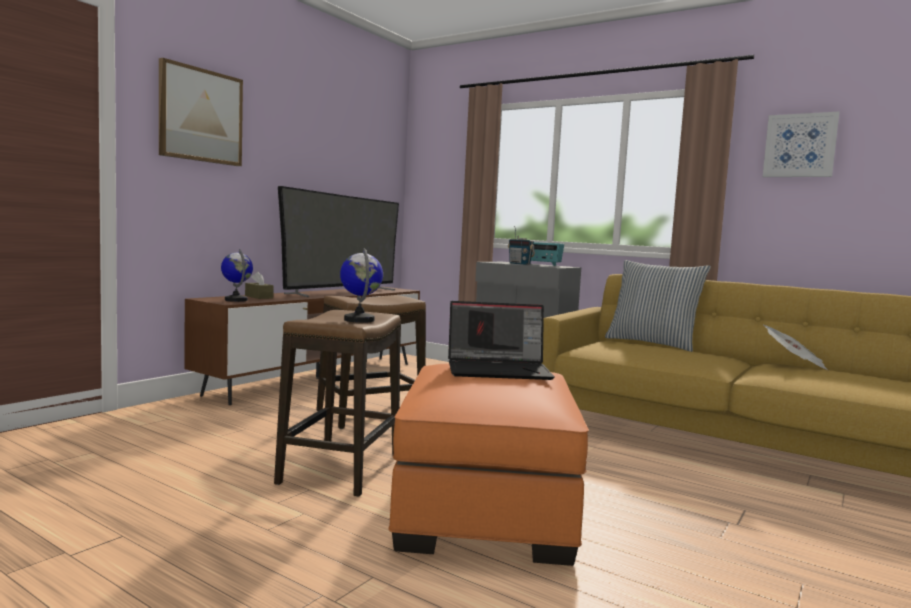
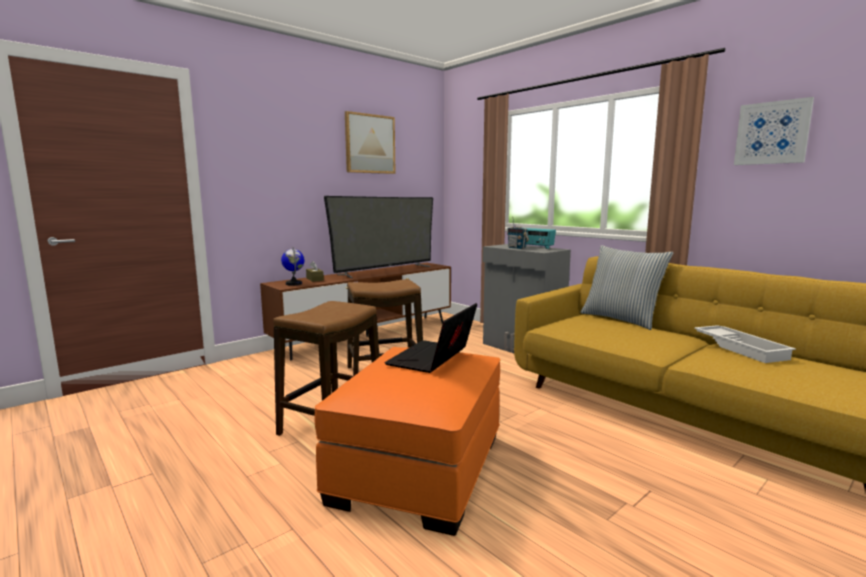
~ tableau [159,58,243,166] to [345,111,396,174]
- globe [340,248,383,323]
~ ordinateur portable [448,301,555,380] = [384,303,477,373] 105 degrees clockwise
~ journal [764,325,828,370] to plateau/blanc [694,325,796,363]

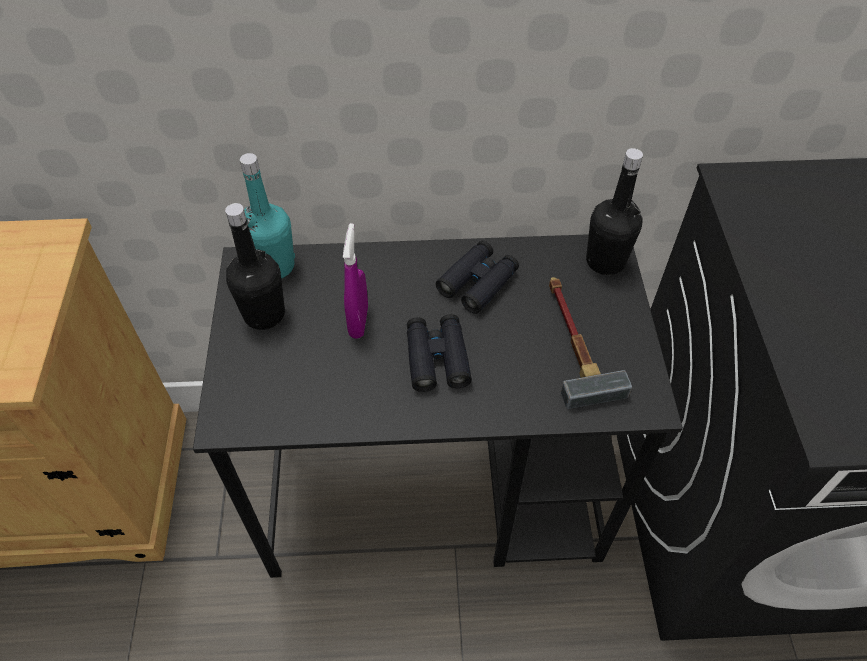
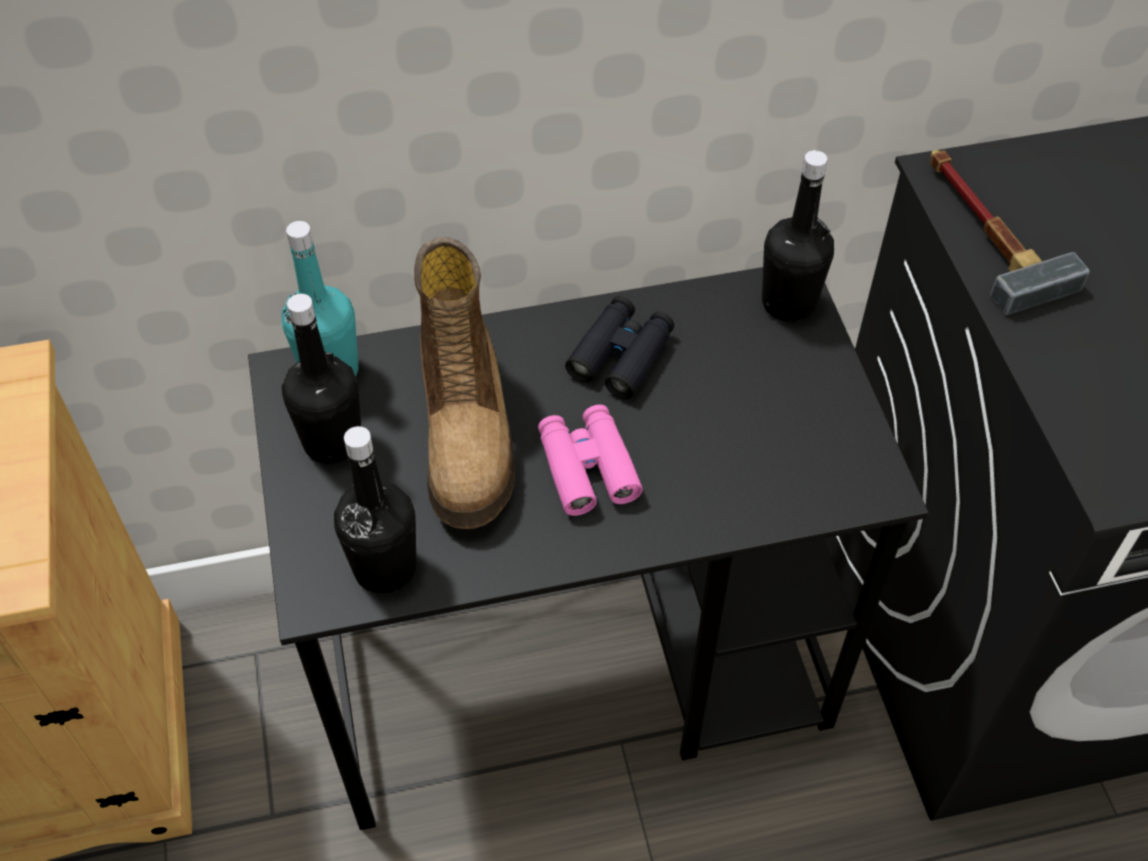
~ vaporisateur/violet [343,223,368,339] to botte [414,237,515,529]
~ jumelles/noir [407,314,472,392] to jumelles/rose [538,405,643,516]
~ marteau [549,277,632,409] to [930,150,1090,315]
+ bouteille/noir [334,426,416,594]

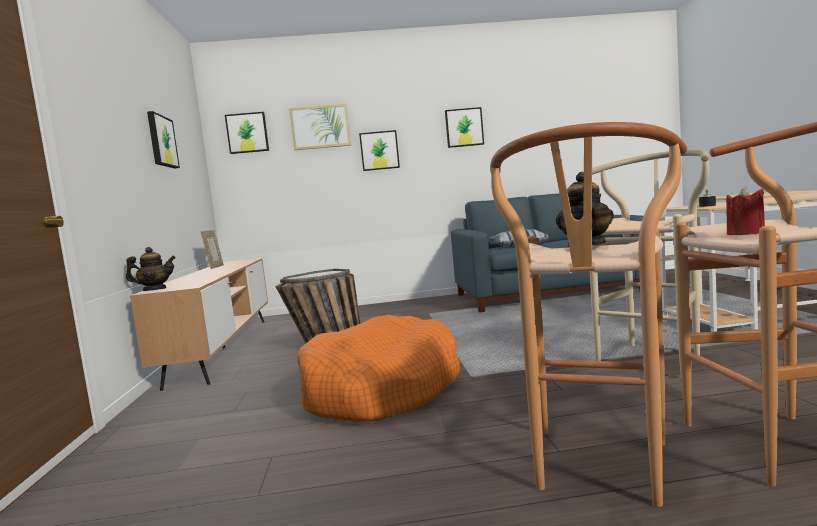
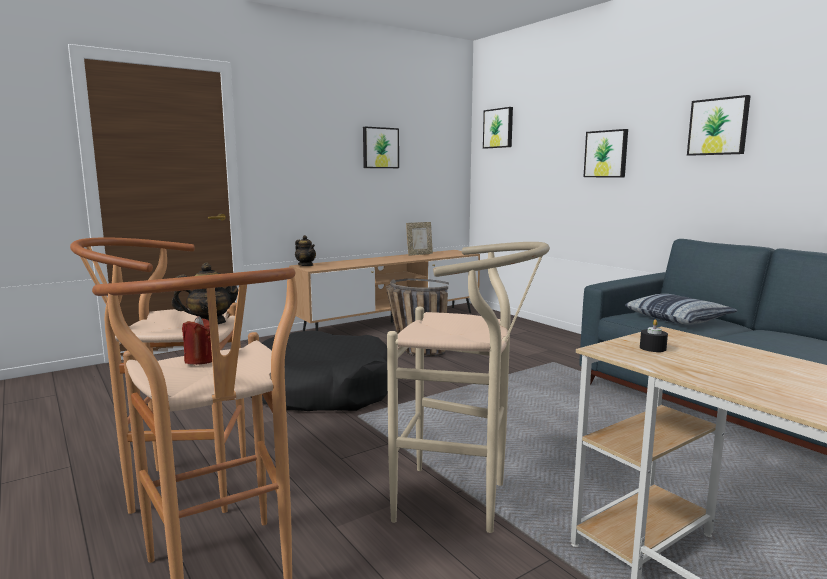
- tableau [289,104,351,150]
~ panier pour chien/orange [297,315,460,422] to panier pour chien/noir [251,330,388,411]

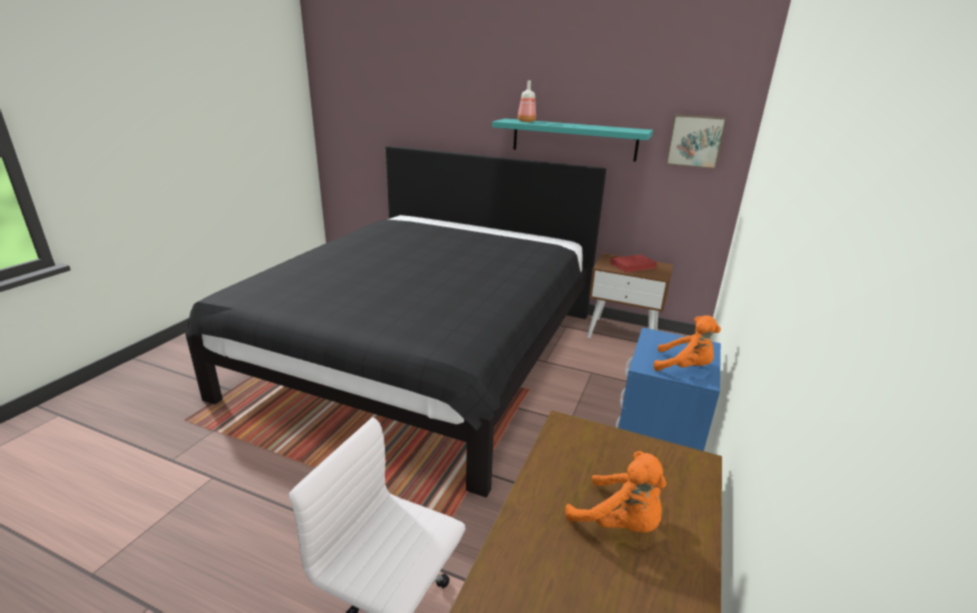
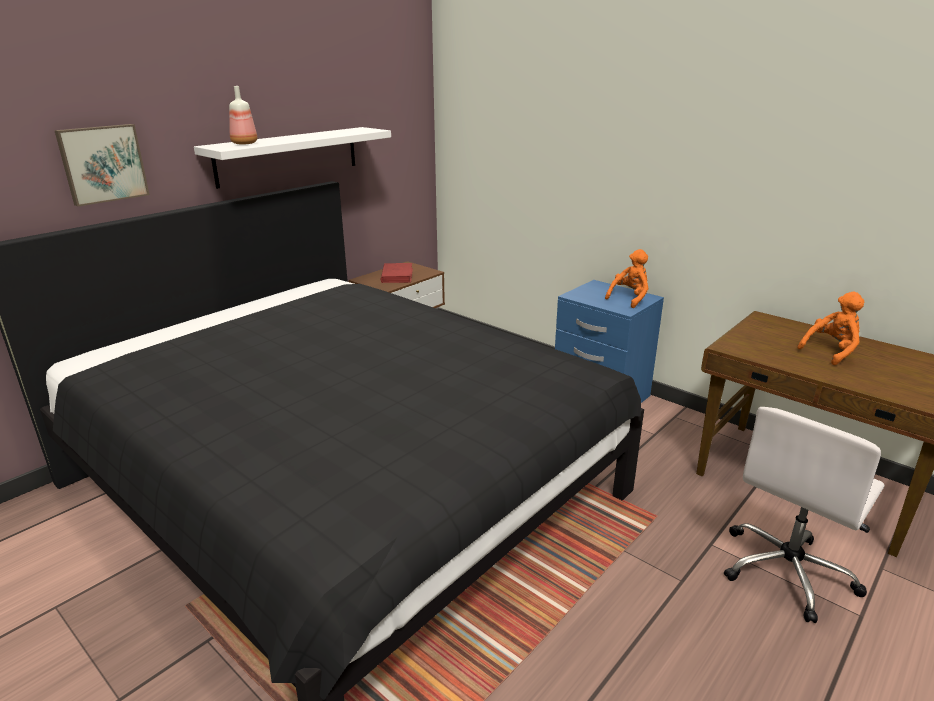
~ étagère/turquoise [492,118,653,162] to étagère/blanc [194,127,391,189]
~ tableau [666,115,727,169] to [54,124,150,207]

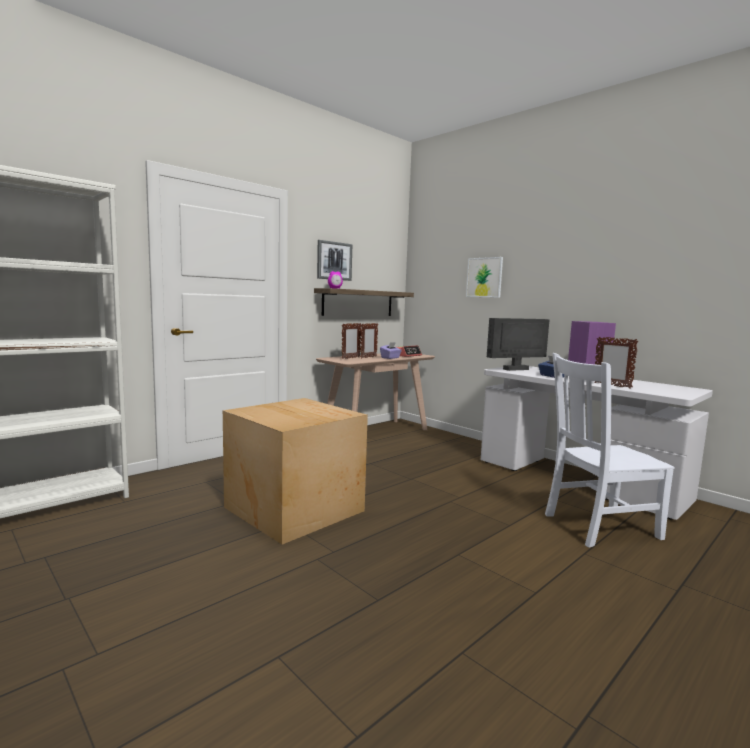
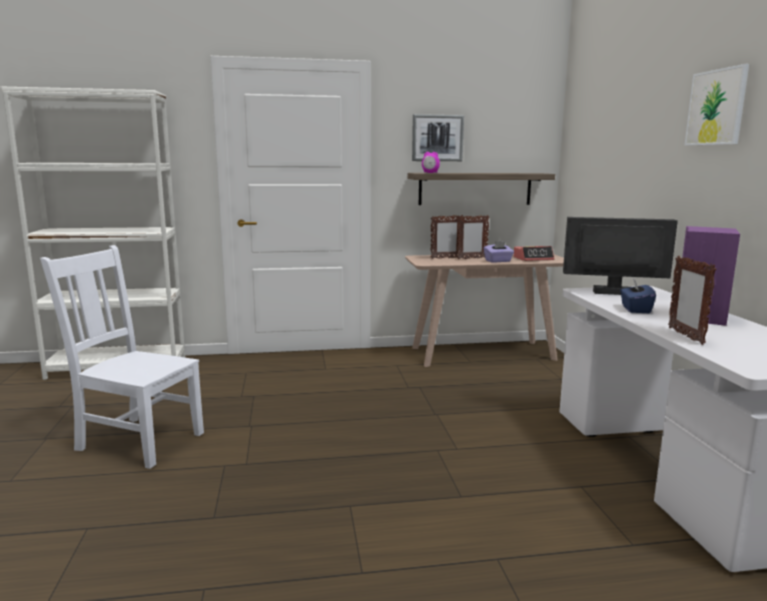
- carton [223,398,368,545]
~ tableau [466,257,503,298] to [685,64,749,146]
~ chaise/blanc [545,353,675,548] to [40,245,204,469]

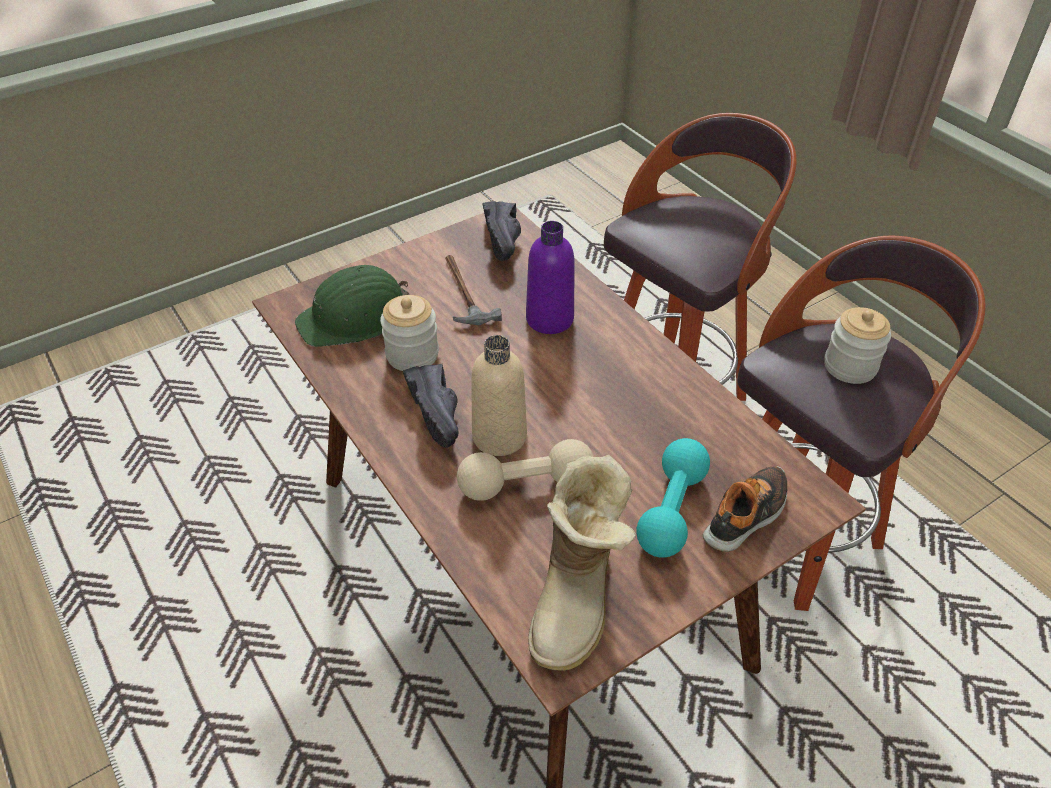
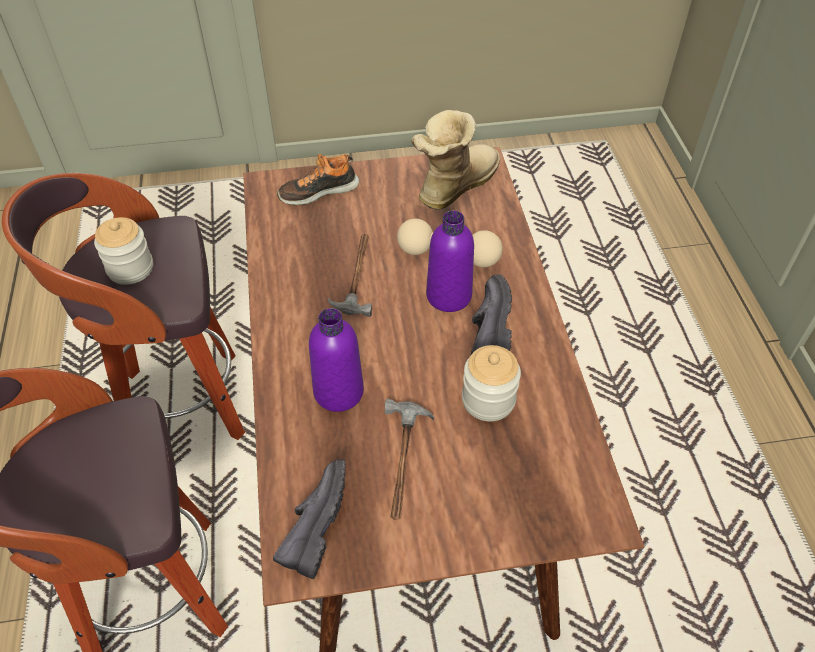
- casque de chantier/vert [295,264,410,347]
~ bouteille/beige [471,335,527,456] to bouteille/violet [426,210,474,312]
- haltère/turquoise [636,438,710,558]
+ marteau [328,234,372,317]

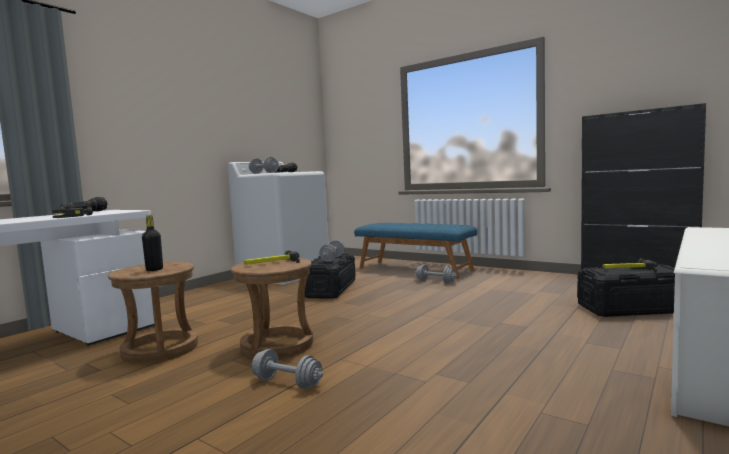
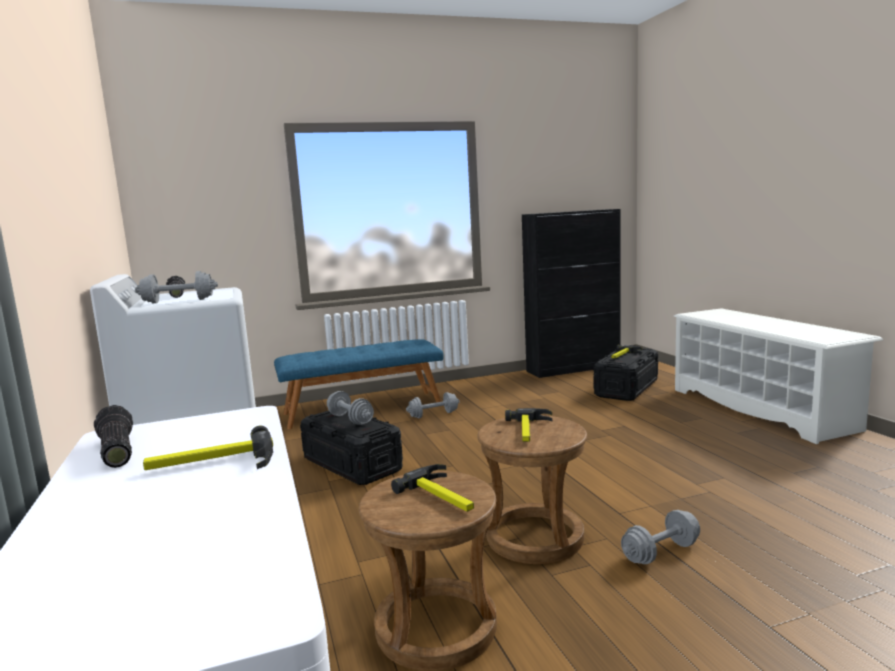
~ bouteille/noir [142,215,163,271] to marteau [391,464,474,512]

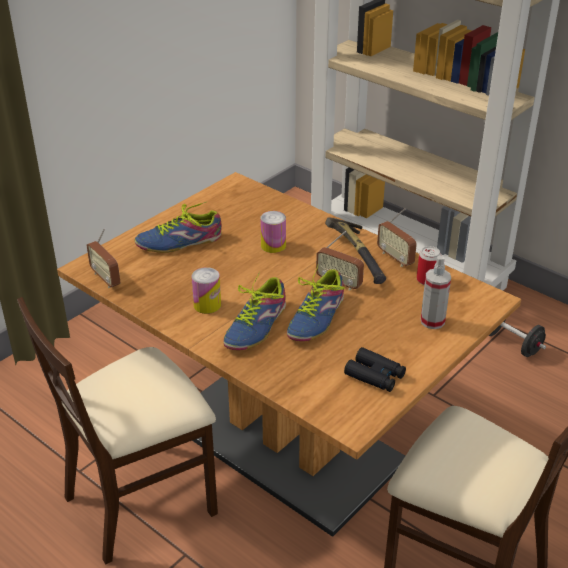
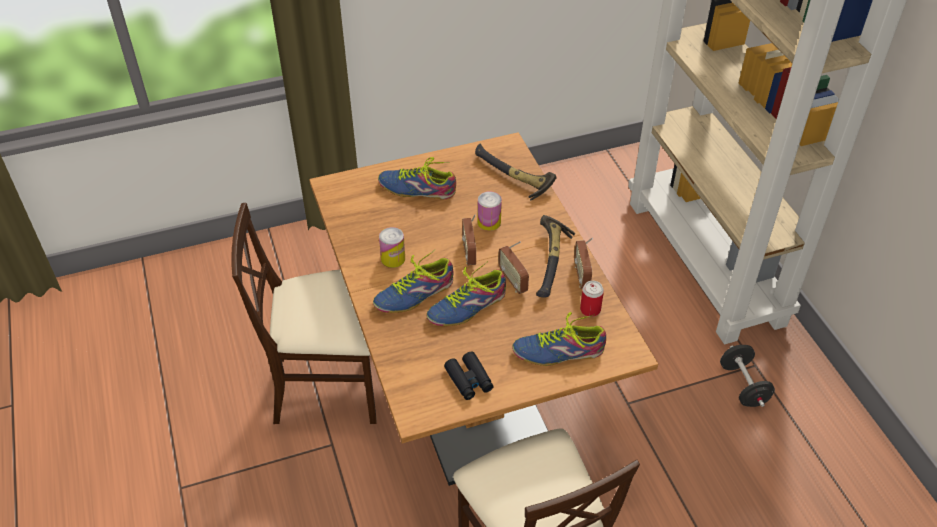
~ radio [87,228,121,288] to [462,215,476,265]
~ vaporisateur [421,256,451,329] to chaussure [512,312,606,366]
+ marteau [475,144,557,201]

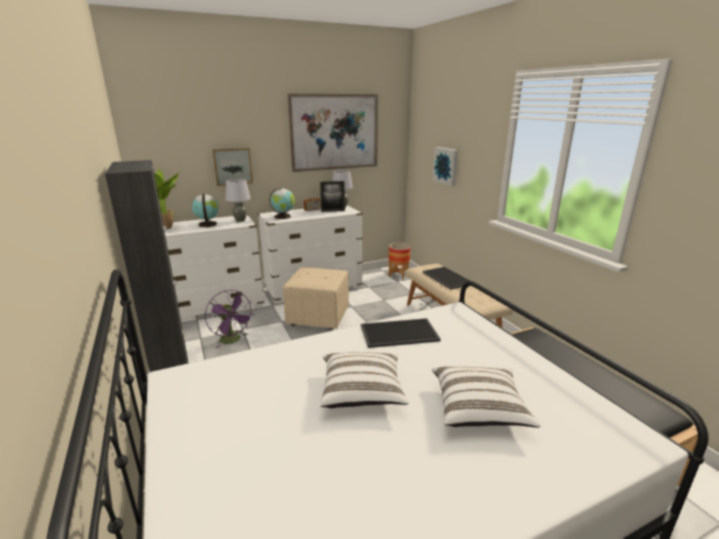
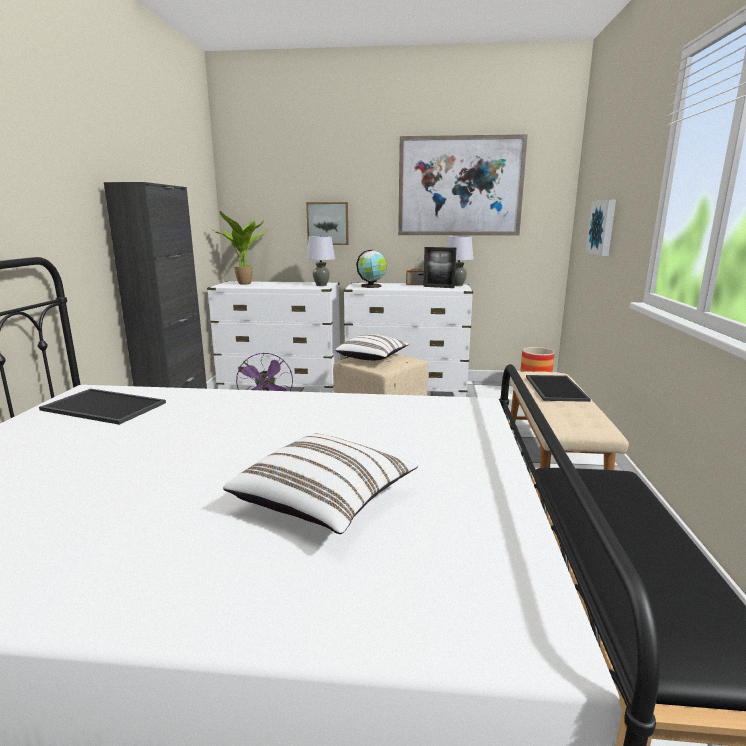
- globe [192,194,219,227]
~ coussin/blanc [320,352,409,408] to [335,334,409,360]
~ plateau [361,318,441,348] to [39,389,166,425]

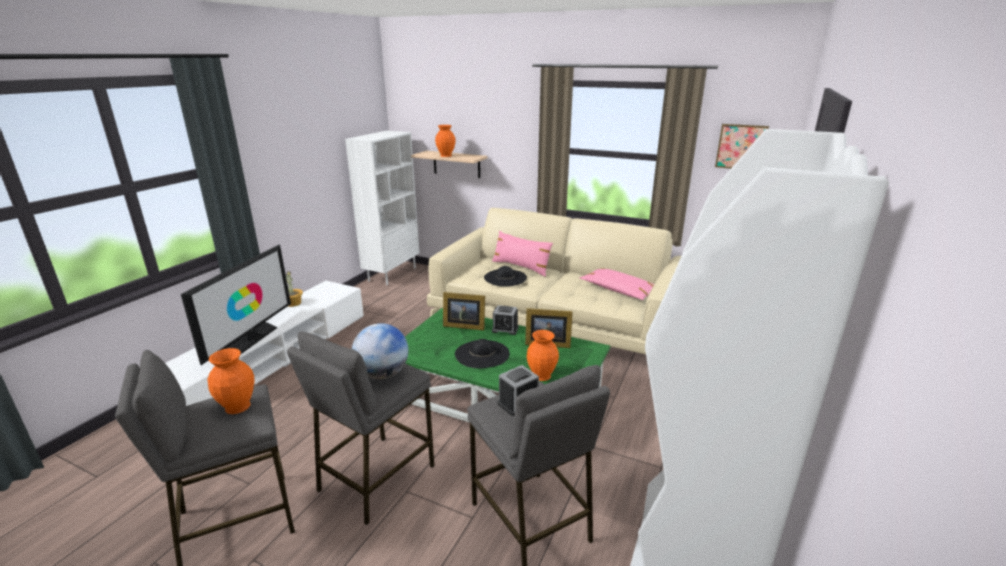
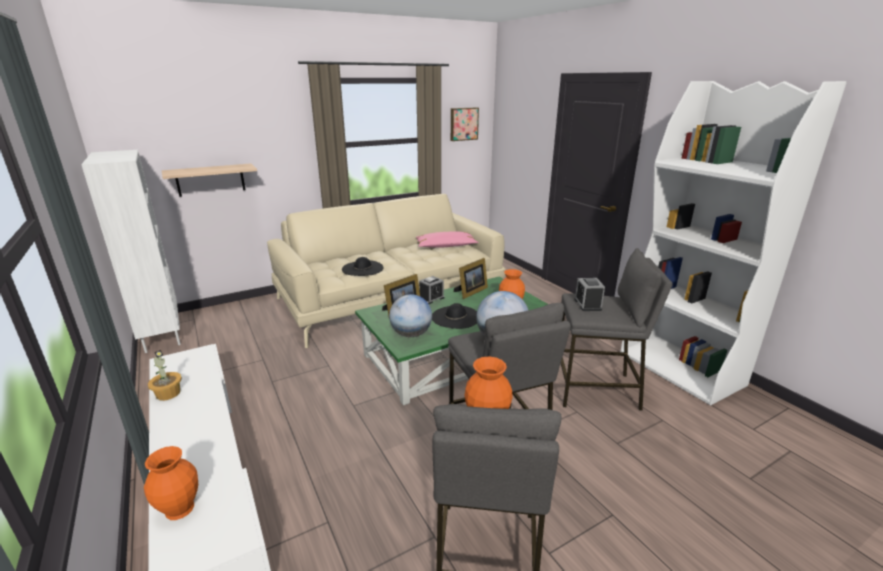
- téléviseur [181,244,291,365]
~ vase/orange [435,125,456,157] to [144,446,198,520]
- coussin/rose [492,231,553,277]
+ globe [389,294,432,337]

